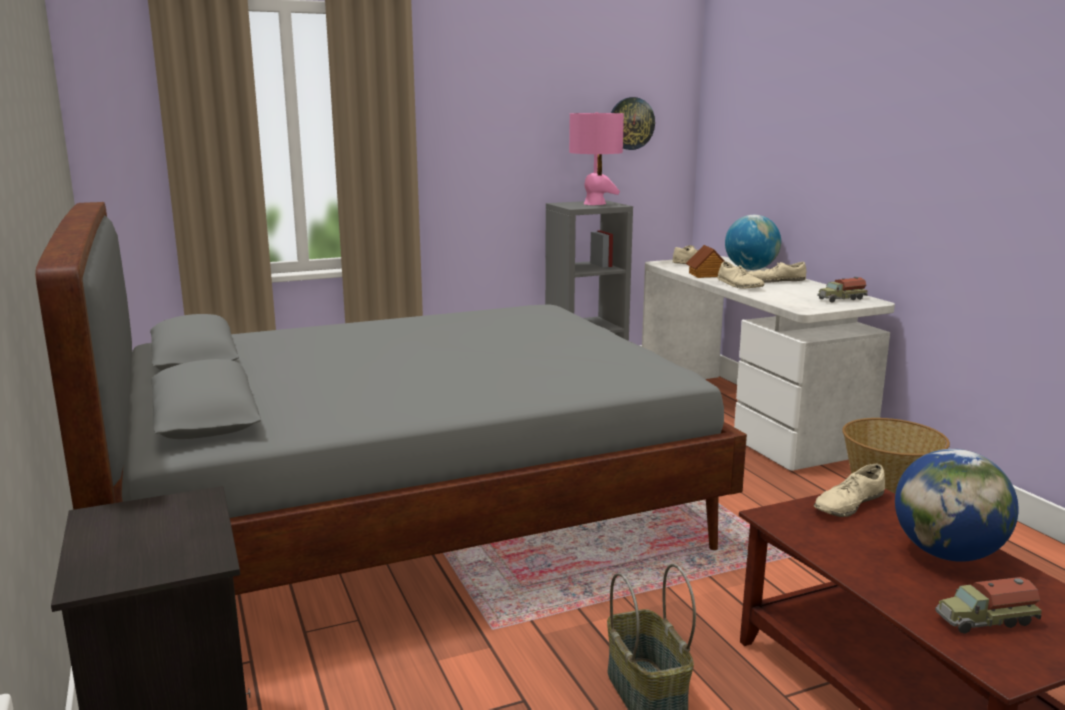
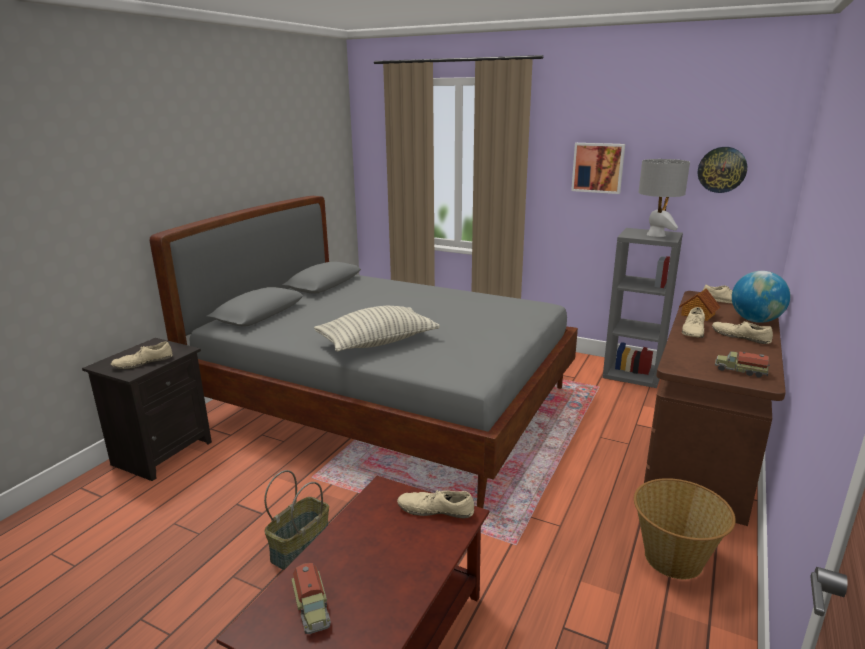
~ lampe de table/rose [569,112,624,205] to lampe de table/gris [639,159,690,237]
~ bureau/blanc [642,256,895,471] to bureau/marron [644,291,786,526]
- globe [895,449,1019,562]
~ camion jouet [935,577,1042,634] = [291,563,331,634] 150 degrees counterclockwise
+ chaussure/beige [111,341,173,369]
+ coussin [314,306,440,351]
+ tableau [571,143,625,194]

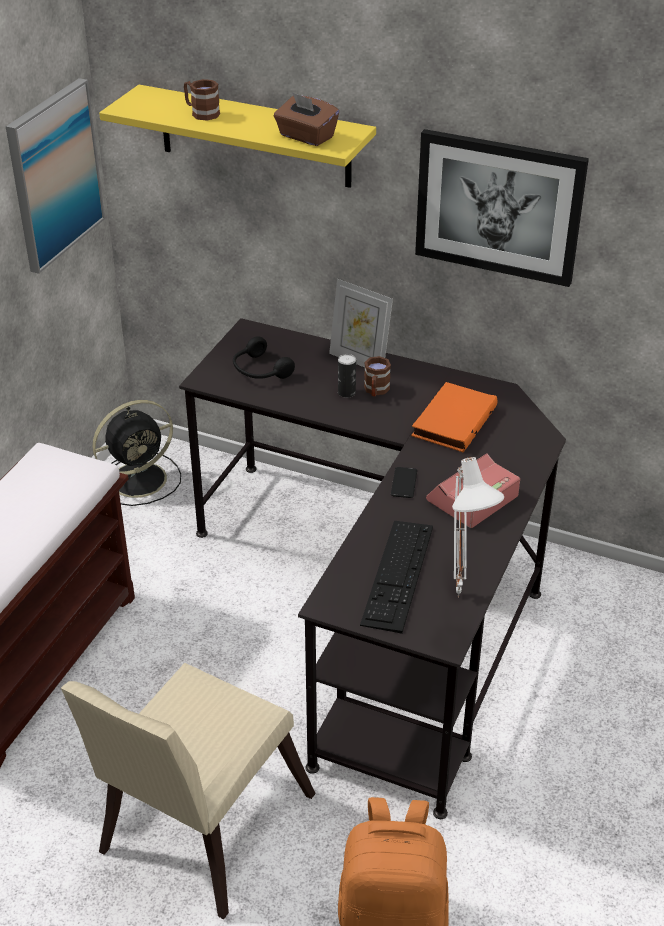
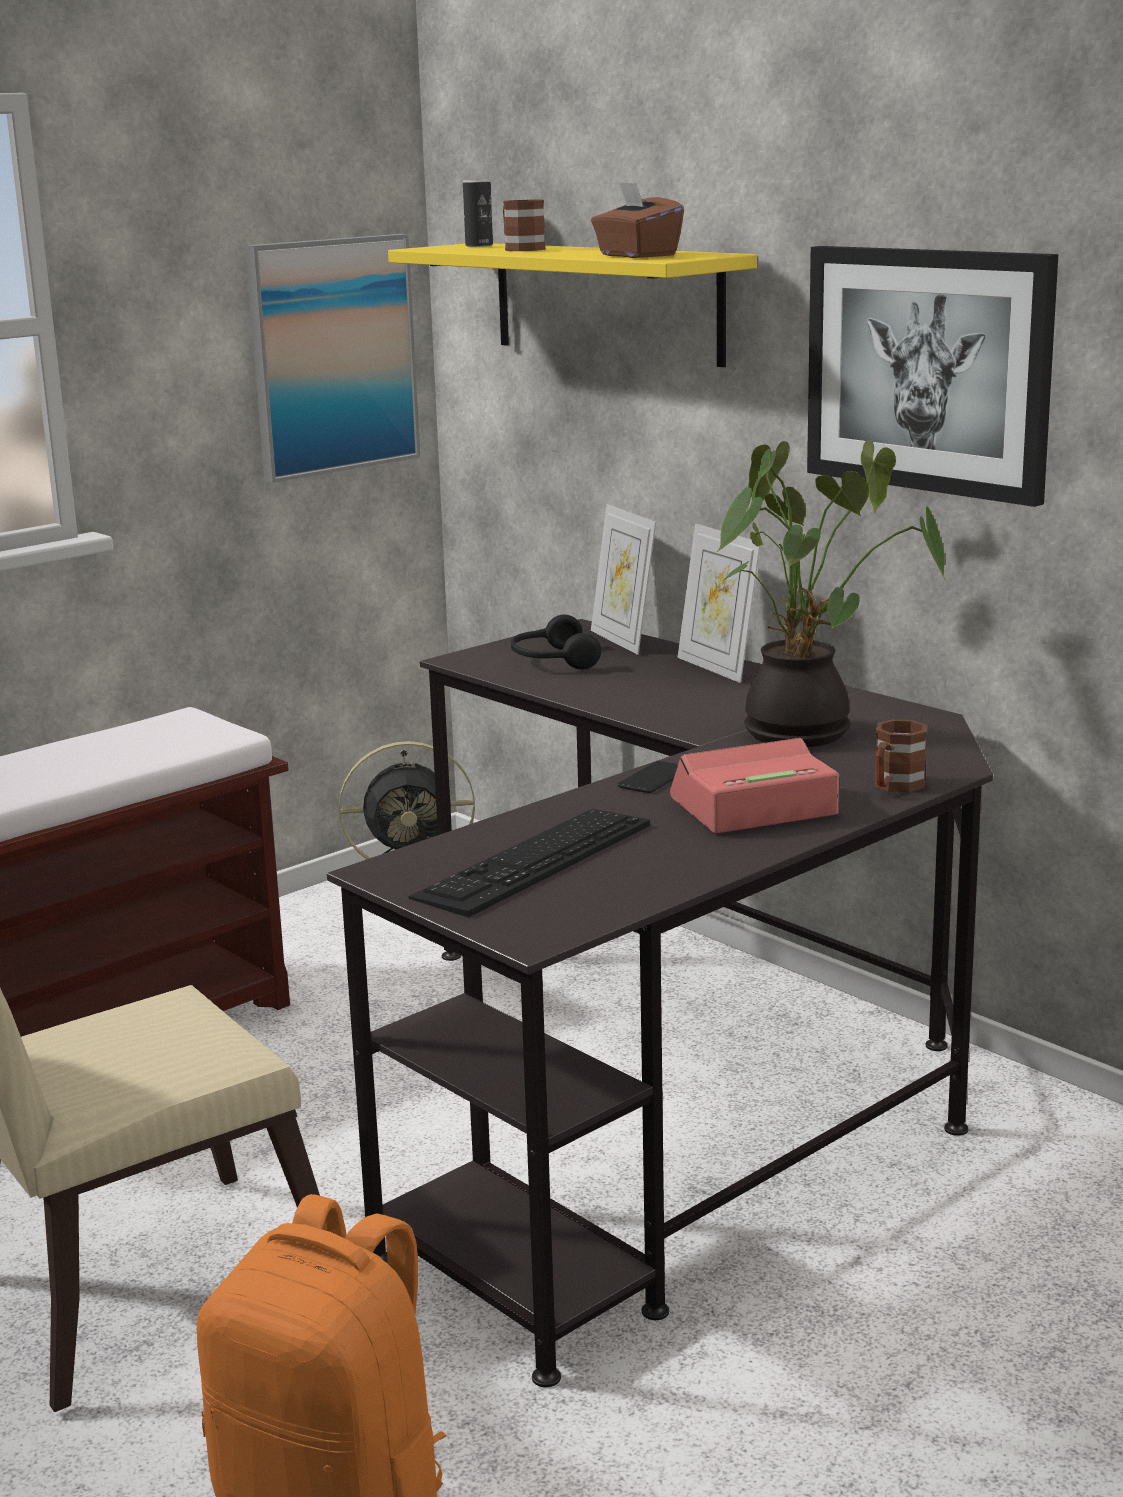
~ boîte métallique [338,354,356,398] to [463,179,493,247]
~ mug/marron [364,356,391,396] to [874,719,927,792]
~ livre/orange [411,382,498,452] to plante en pot [717,440,945,747]
- lampe de table/blanc [452,457,504,598]
+ cadre photo [591,504,656,655]

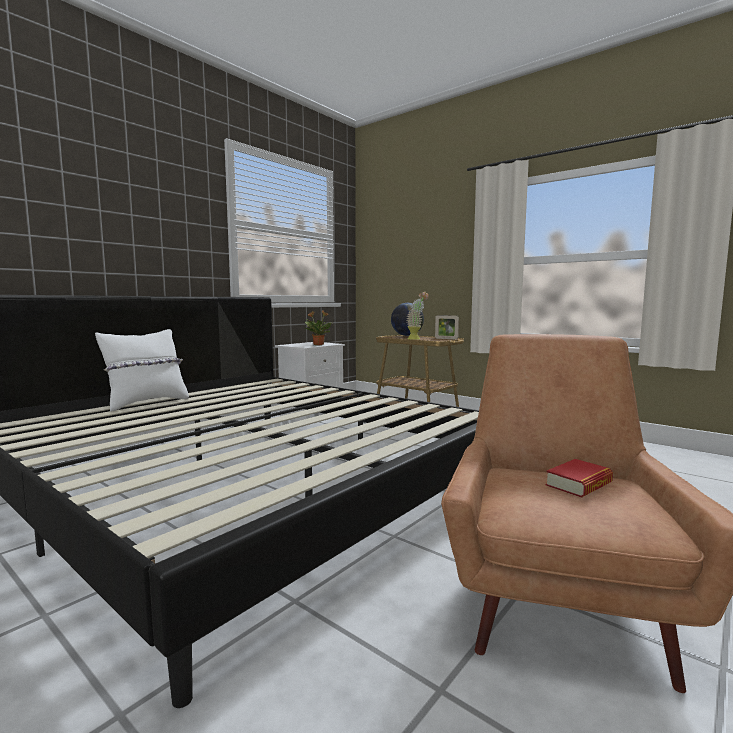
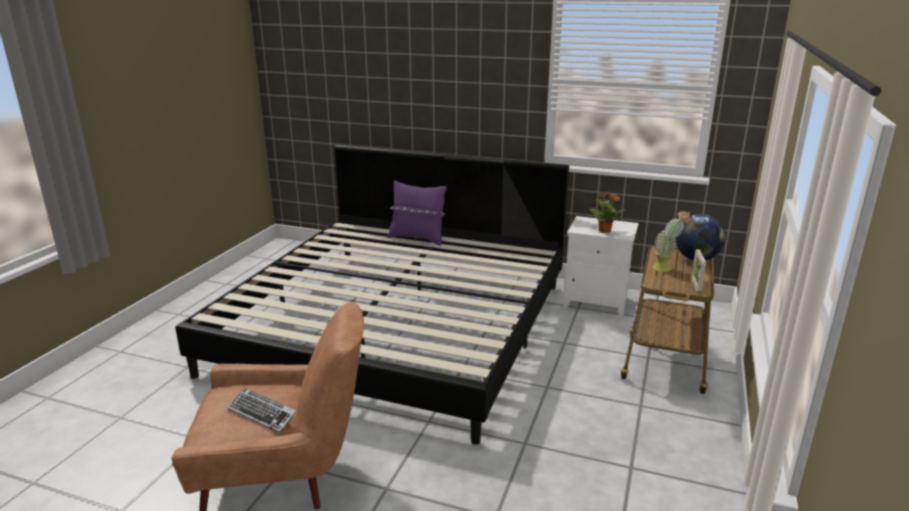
~ coussin/blanc [95,329,189,412] to coussin/violet [387,181,447,246]
~ livre [546,459,613,498] to clavier [228,388,297,433]

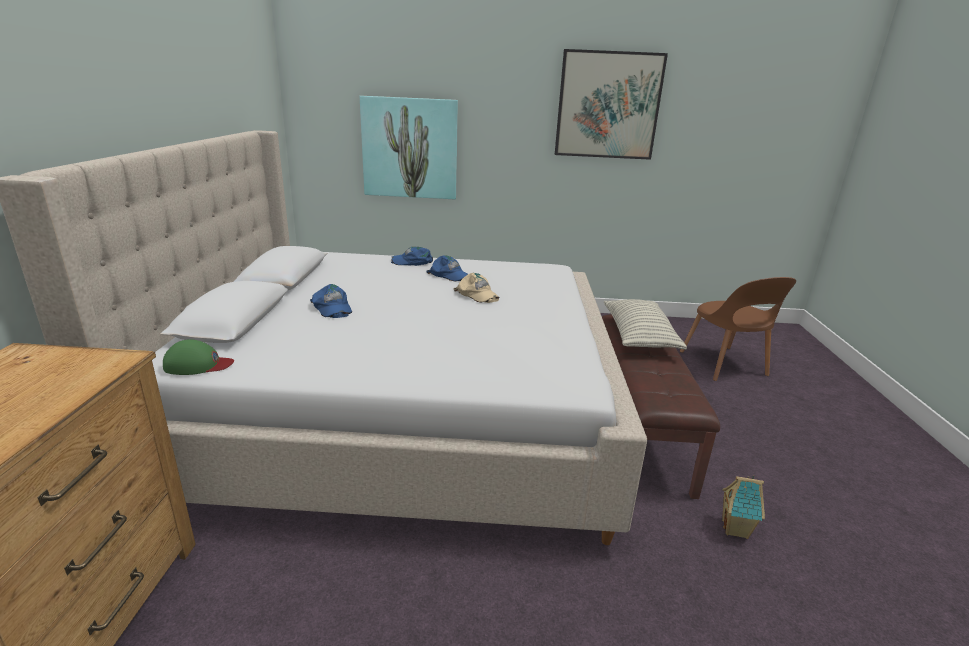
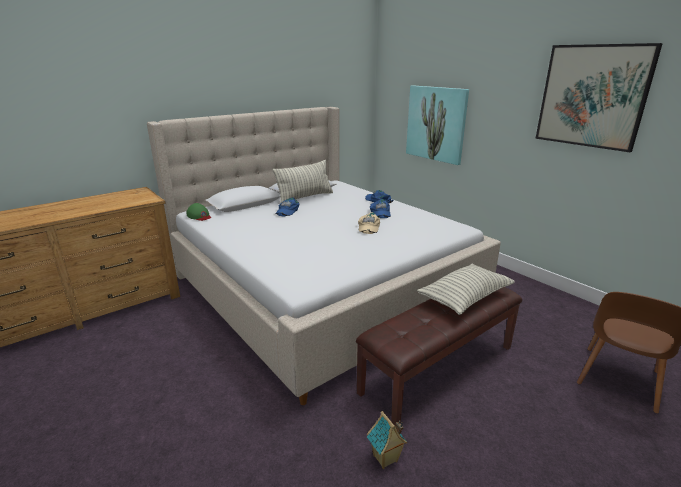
+ coussin [273,160,333,203]

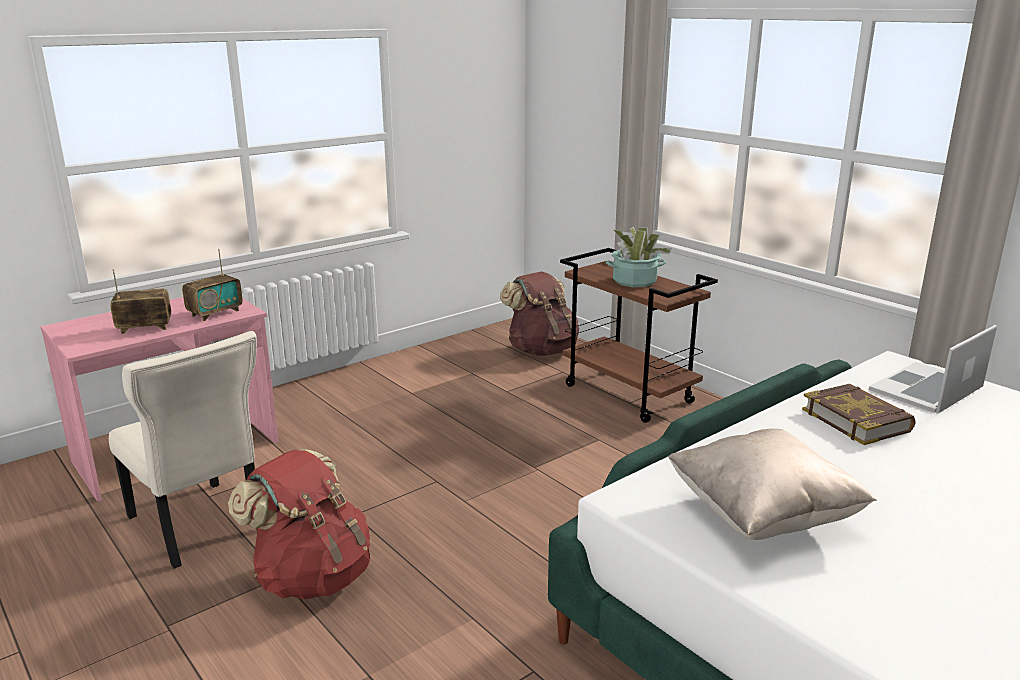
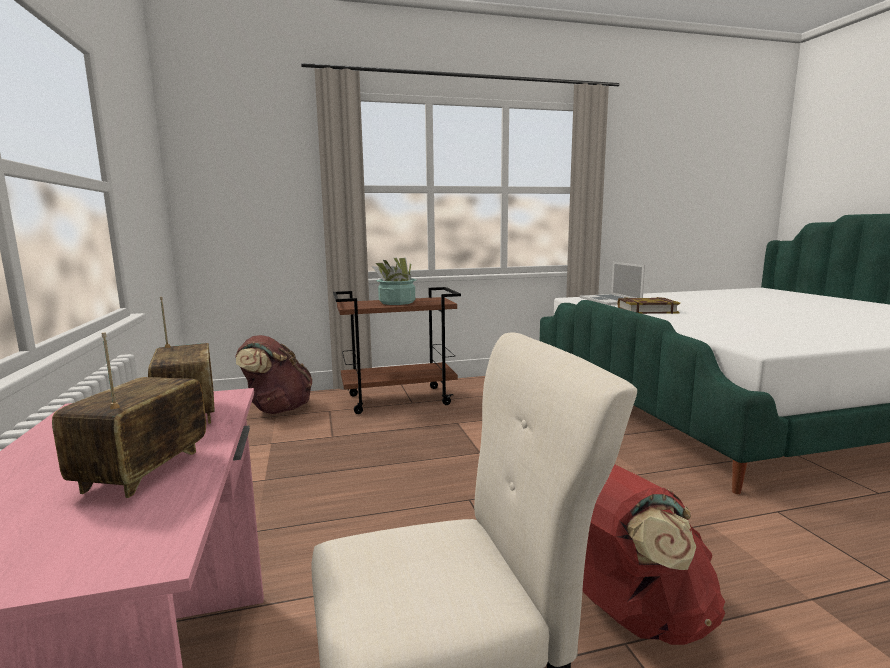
- coussin/beige [667,429,877,540]

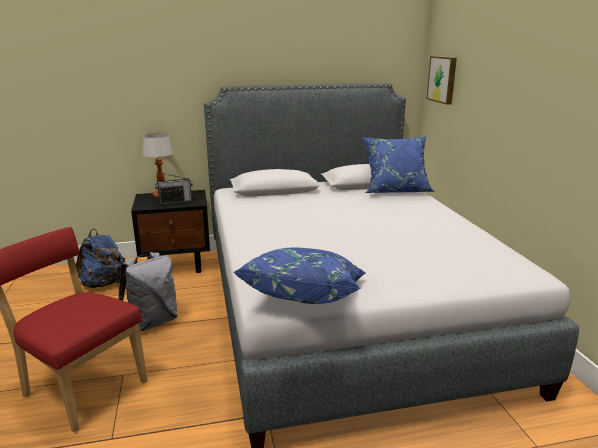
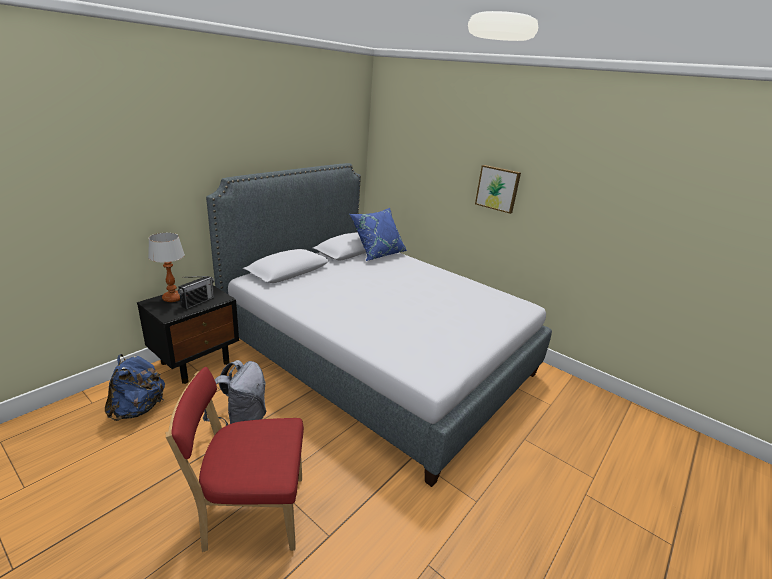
- coussin/bleu [234,247,365,304]
~ tableau [427,56,457,104] to [475,165,521,214]

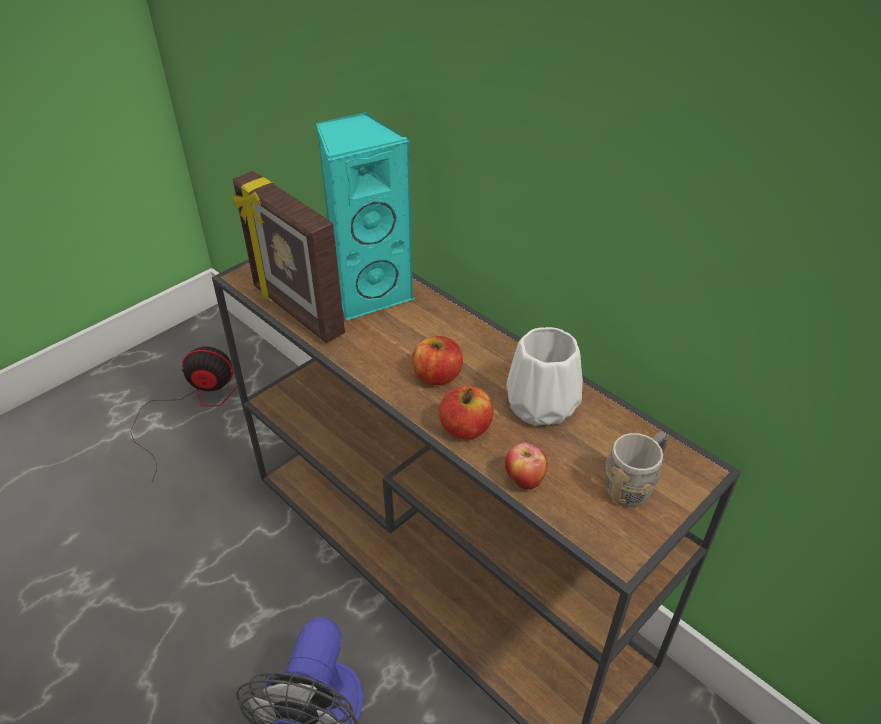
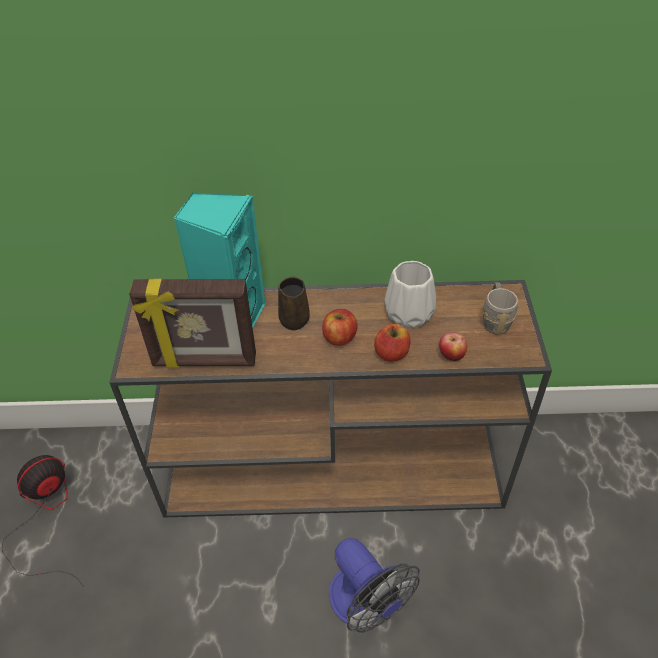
+ mug/marron [278,277,310,330]

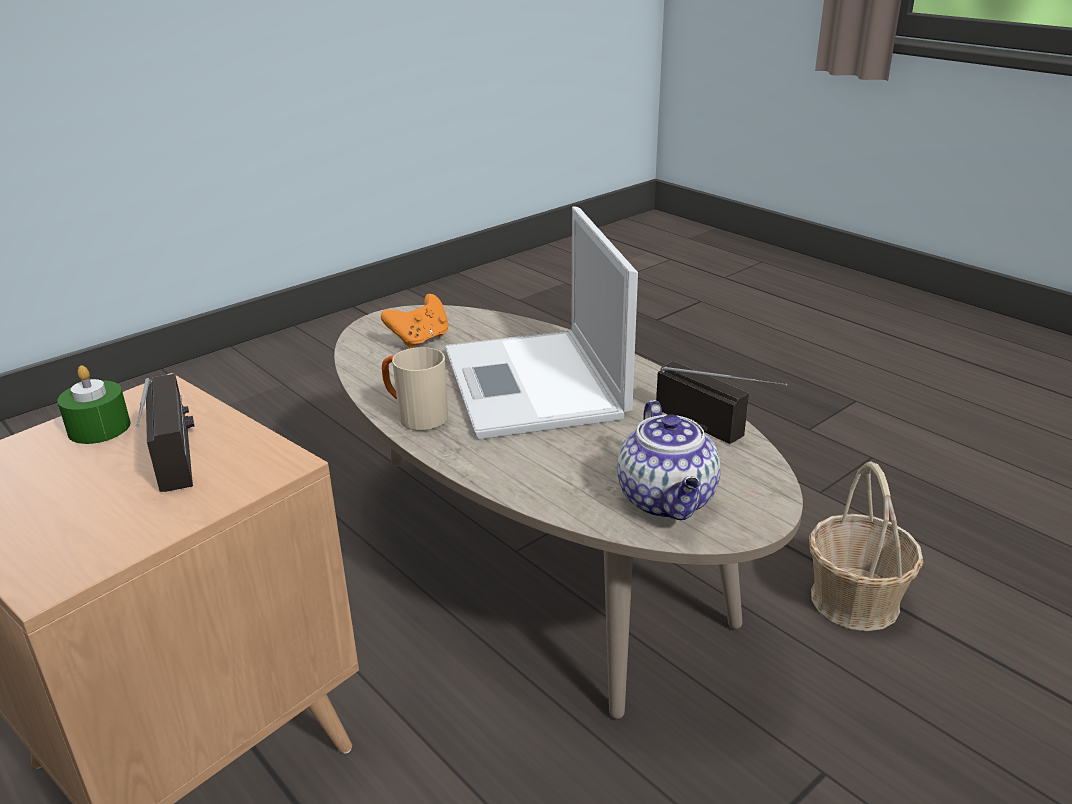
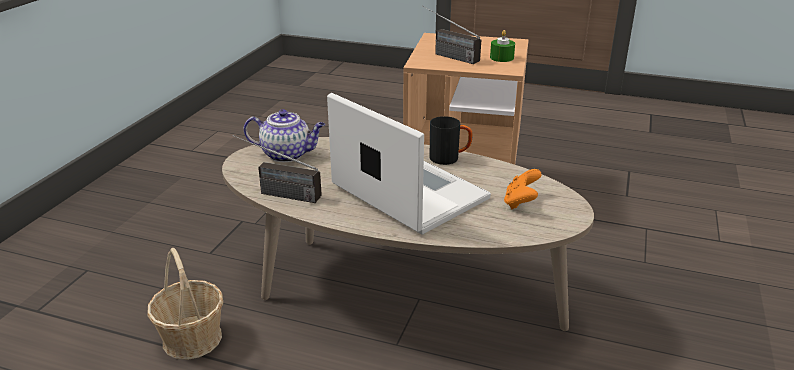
~ mug/beige [382,347,448,430] to mug/noir [429,116,473,165]
~ théière [617,400,721,520] = [244,109,325,162] 135 degrees clockwise

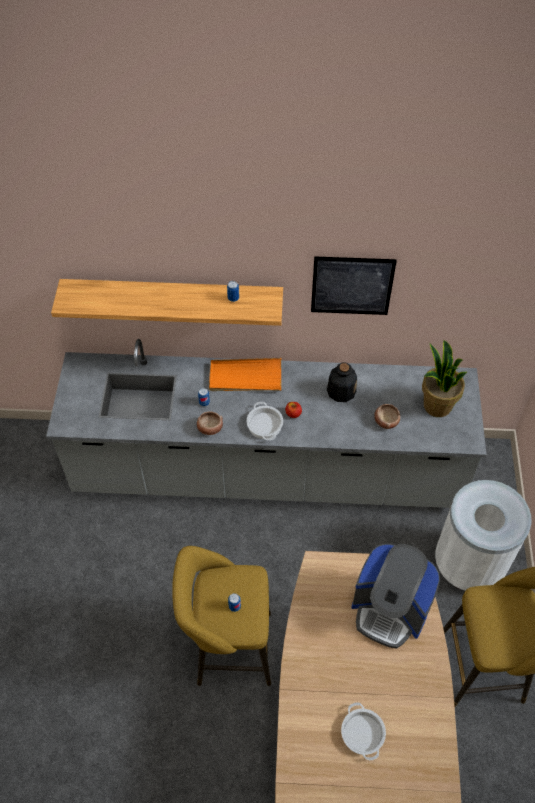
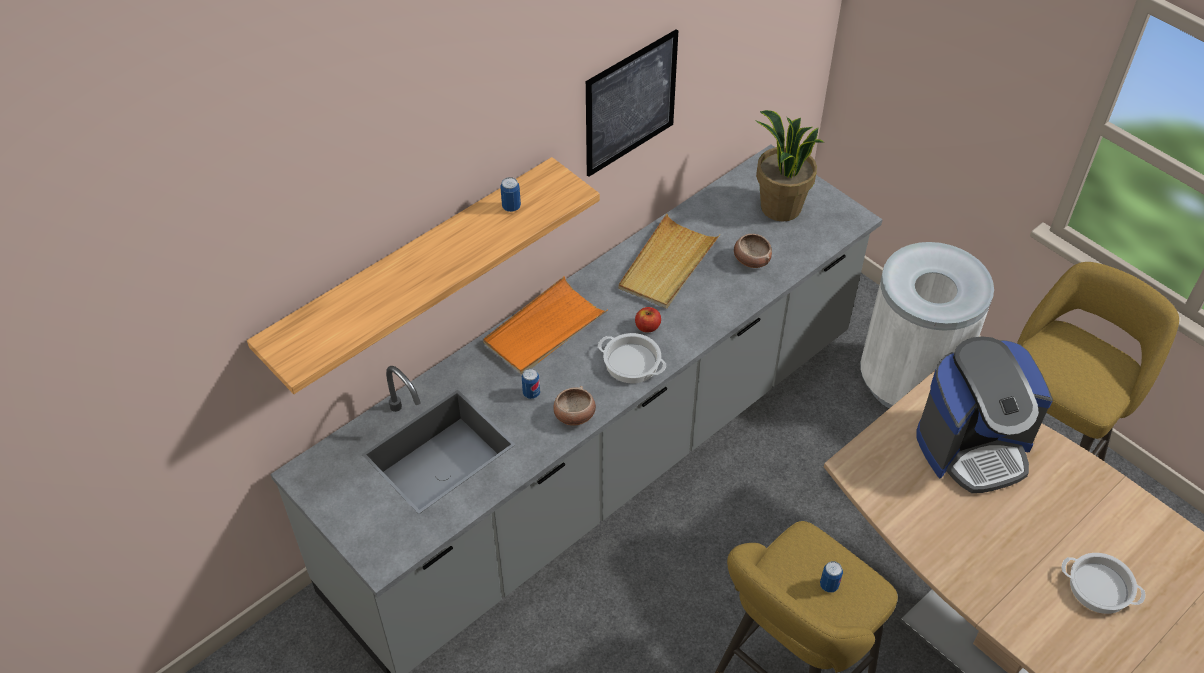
~ bouteille [327,363,357,402] to plateau/beige [619,214,720,309]

